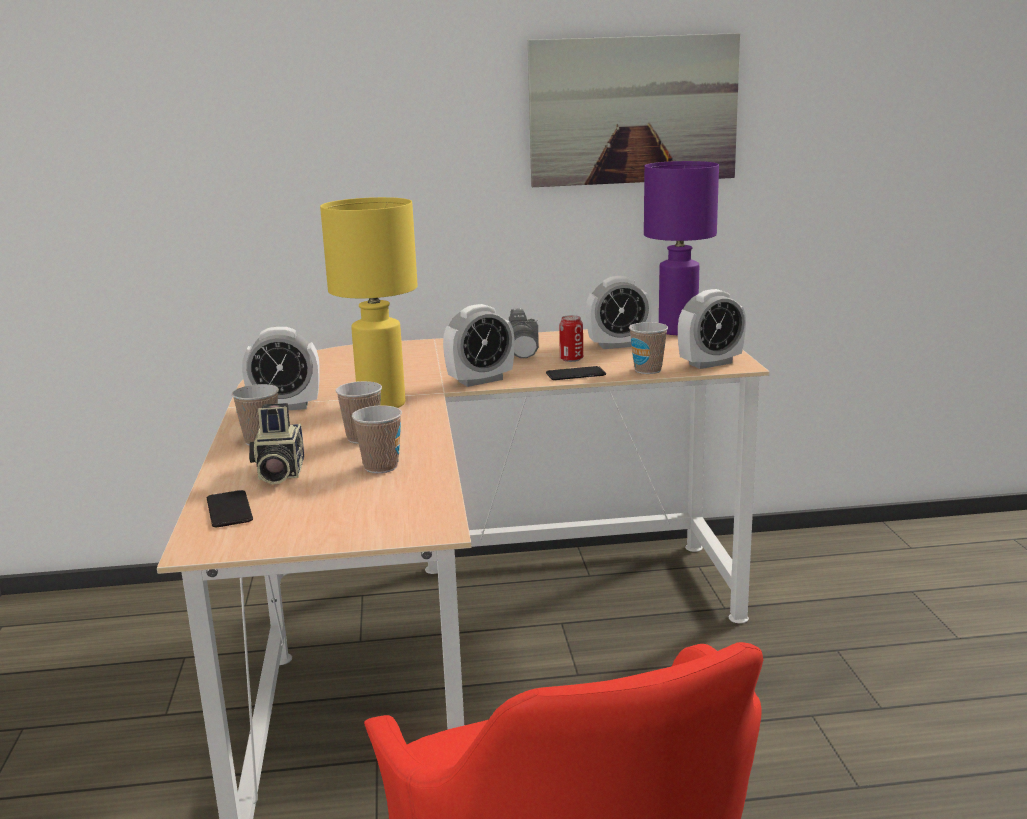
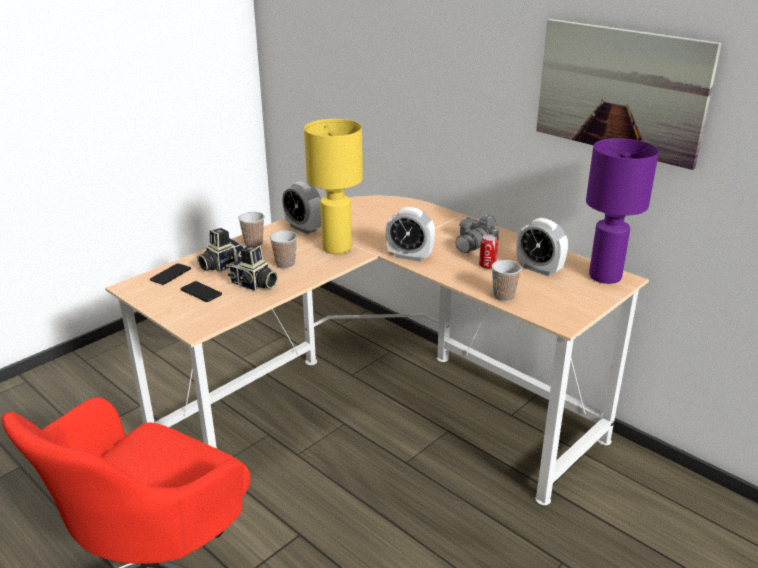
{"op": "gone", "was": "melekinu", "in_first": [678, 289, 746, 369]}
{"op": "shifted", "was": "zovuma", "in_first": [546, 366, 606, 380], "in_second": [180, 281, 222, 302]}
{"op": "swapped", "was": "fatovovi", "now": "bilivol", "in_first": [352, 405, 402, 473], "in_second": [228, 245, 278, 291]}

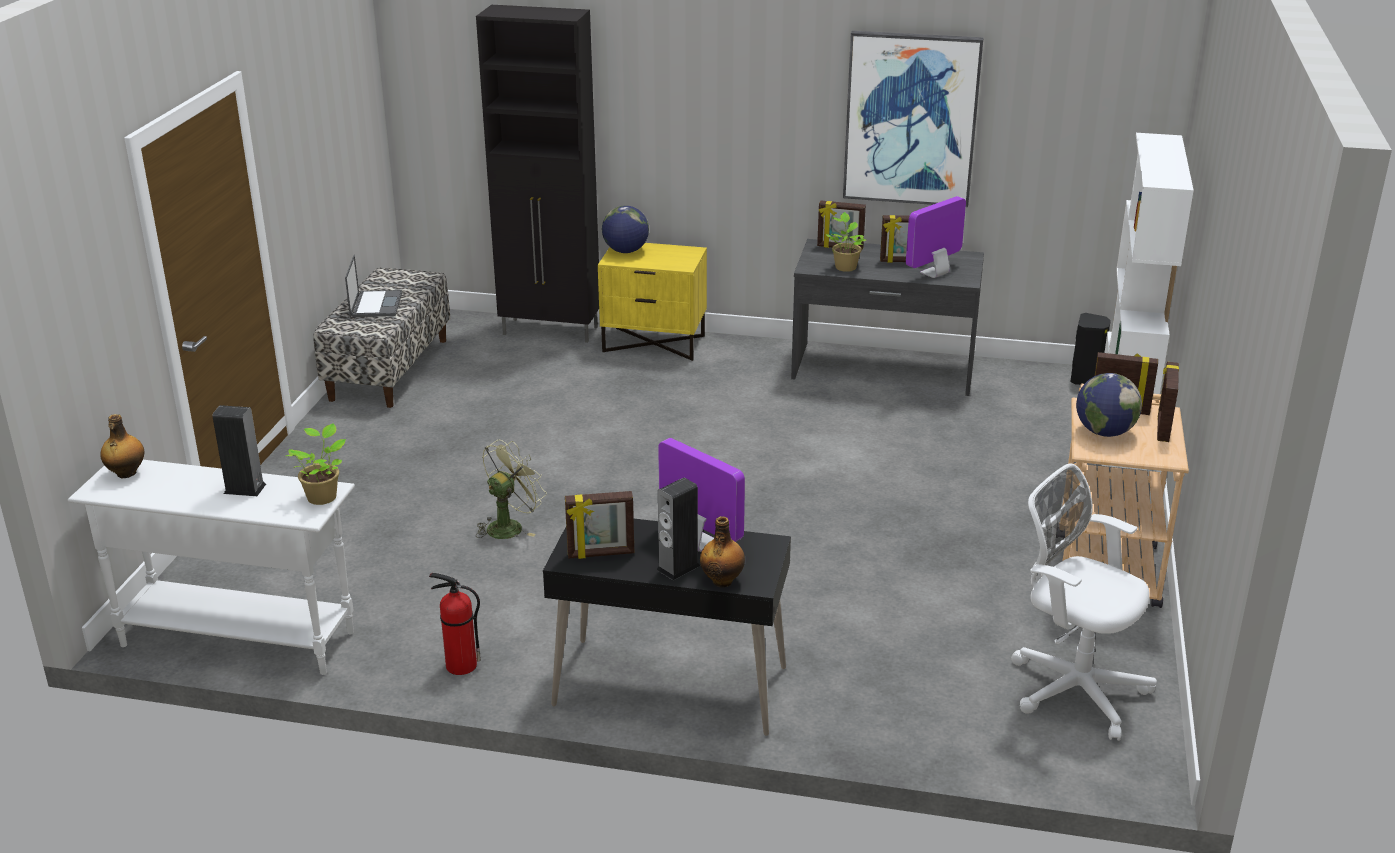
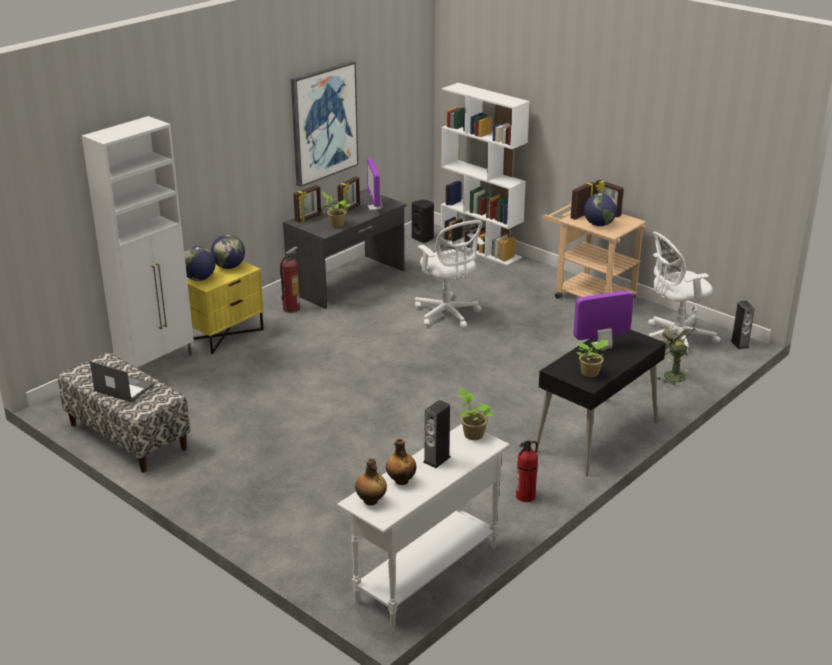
{"op": "repainted", "was": "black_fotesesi", "now": "white_fotesesi", "in_first": [476, 5, 599, 343], "in_second": [82, 116, 194, 368]}
{"op": "shifted", "was": "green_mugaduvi", "in_first": [476, 440, 547, 539], "in_second": [653, 320, 698, 386]}
{"op": "shifted", "was": "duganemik", "in_first": [656, 478, 700, 580], "in_second": [731, 300, 755, 349]}
{"op": "swapped", "was": "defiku", "now": "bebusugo", "in_first": [565, 491, 634, 559], "in_second": [576, 340, 608, 377]}
{"op": "shifted", "was": "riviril", "in_first": [700, 516, 745, 587], "in_second": [386, 438, 416, 485]}
{"op": "new", "now": "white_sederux", "in_second": [415, 220, 484, 328]}
{"op": "new", "now": "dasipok", "in_second": [211, 235, 245, 269]}
{"op": "new", "now": "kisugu", "in_second": [280, 246, 300, 313]}

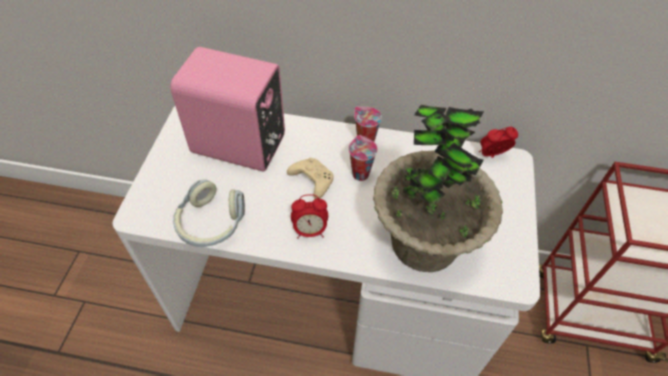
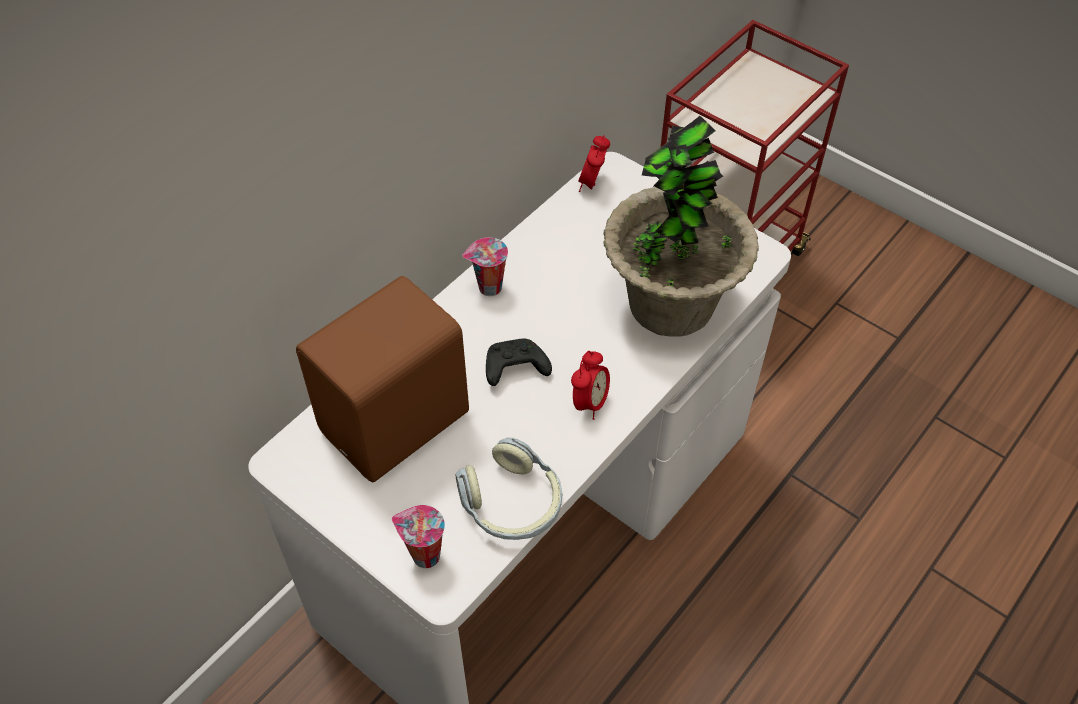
{"op": "repainted", "was": "pink_duganemik", "now": "brown_duganemik", "in_first": [170, 47, 285, 171], "in_second": [296, 276, 469, 482]}
{"op": "shifted", "was": "fatovovi", "in_first": [348, 135, 378, 181], "in_second": [392, 505, 445, 568]}
{"op": "repainted", "was": "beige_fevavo", "now": "black_fevavo", "in_first": [287, 158, 334, 199], "in_second": [486, 338, 552, 386]}

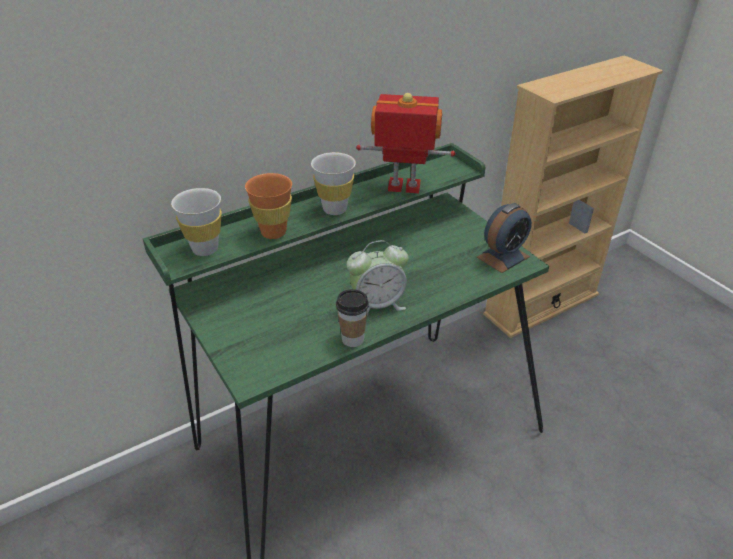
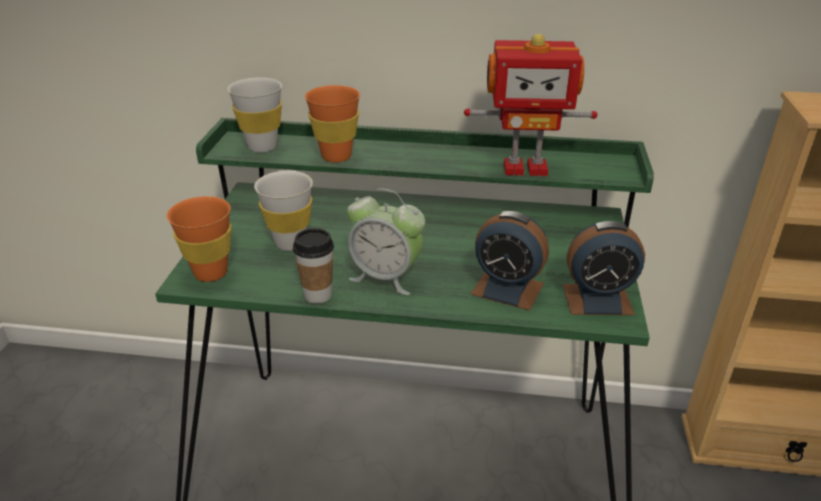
{"op": "rotated", "was": "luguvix", "in_first": [356, 93, 456, 193], "in_second": [464, 34, 598, 176], "clockwise": 135}
{"op": "shifted", "was": "white_fatovovi", "in_first": [311, 152, 356, 215], "in_second": [254, 171, 313, 251]}
{"op": "new", "now": "orange_fatovovi", "in_second": [167, 196, 231, 282]}
{"op": "new", "now": "melekinu", "in_second": [471, 211, 549, 311]}

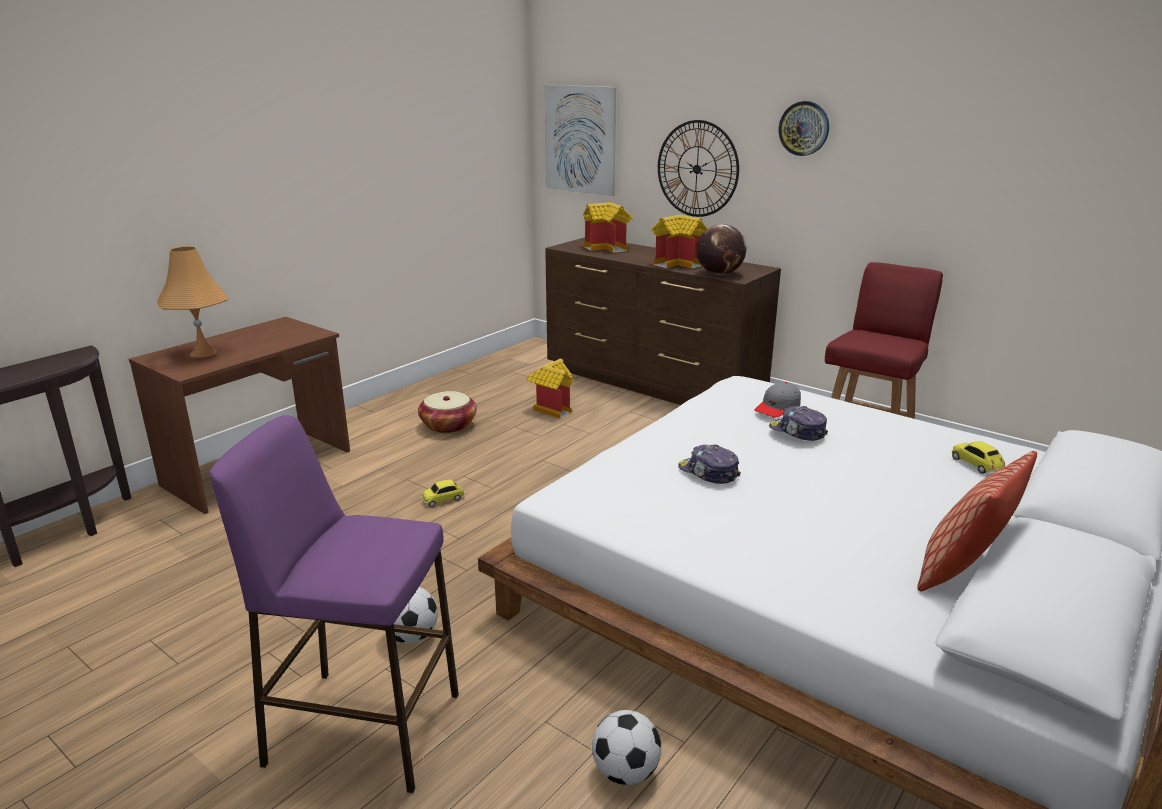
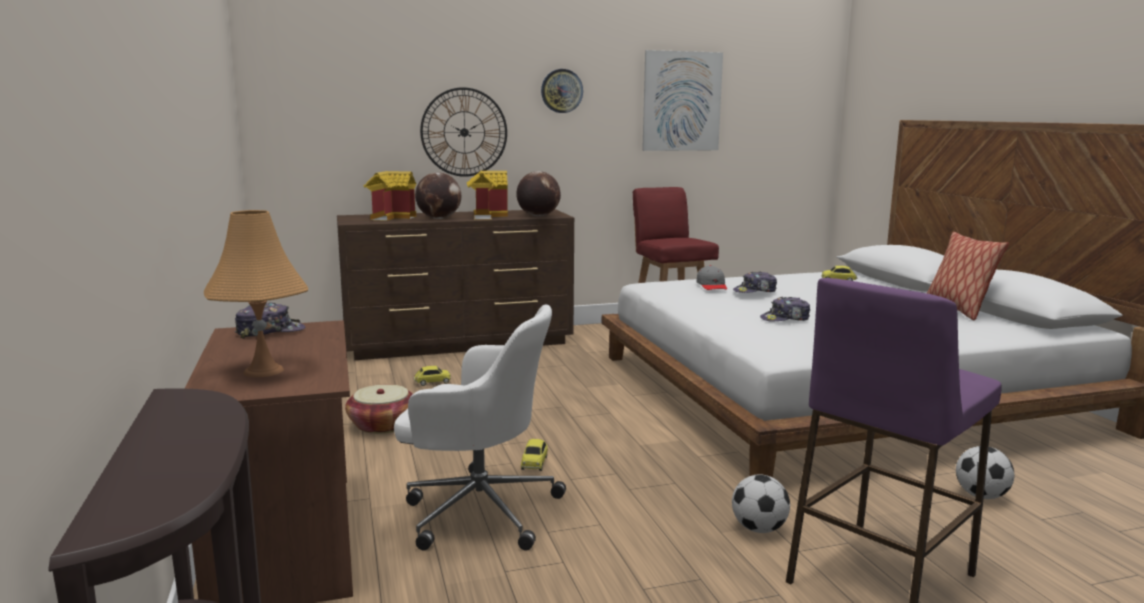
{"op": "shifted", "was": "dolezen", "in_first": [544, 85, 616, 196], "in_second": [642, 50, 723, 151]}
{"op": "swapped", "was": "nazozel", "now": "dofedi", "in_first": [526, 359, 574, 419], "in_second": [414, 366, 451, 386]}
{"op": "new", "now": "dasipok", "in_second": [415, 172, 461, 219]}
{"op": "new", "now": "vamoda", "in_second": [235, 302, 305, 339]}
{"op": "new", "now": "white_sederux", "in_second": [394, 305, 566, 550]}

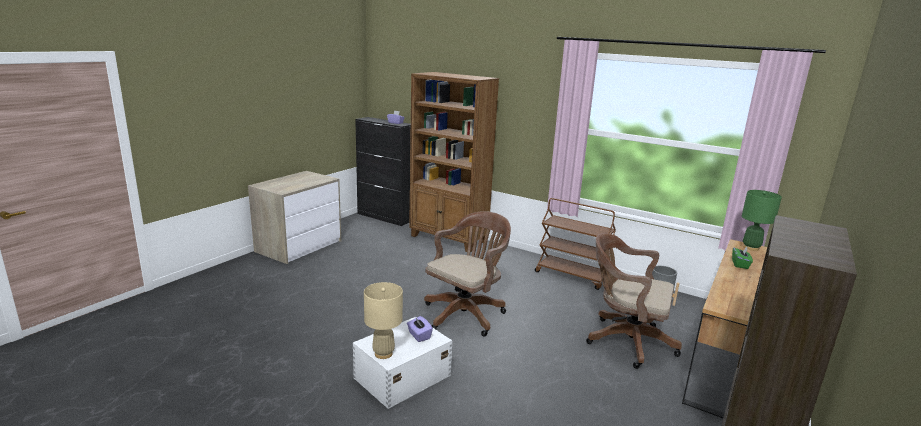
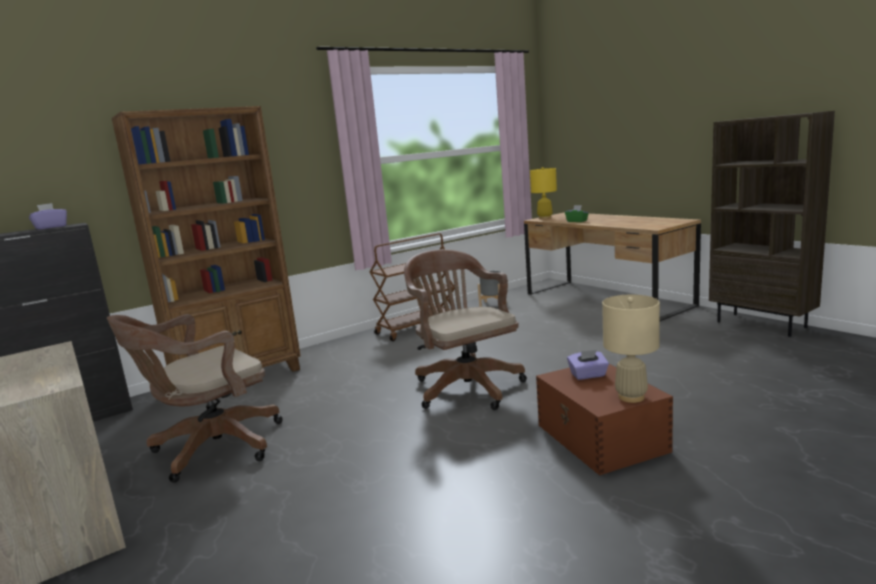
{"op": "repainted", "was": "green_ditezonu", "now": "yellow_ditezonu", "in_first": [742, 190, 782, 251], "in_second": [530, 167, 557, 219]}
{"op": "shifted", "was": "brown_sederux", "in_first": [586, 233, 682, 369], "in_second": [107, 314, 283, 483]}
{"op": "repainted", "was": "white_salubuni", "now": "brown_salubuni", "in_first": [353, 317, 452, 409], "in_second": [536, 364, 673, 475]}

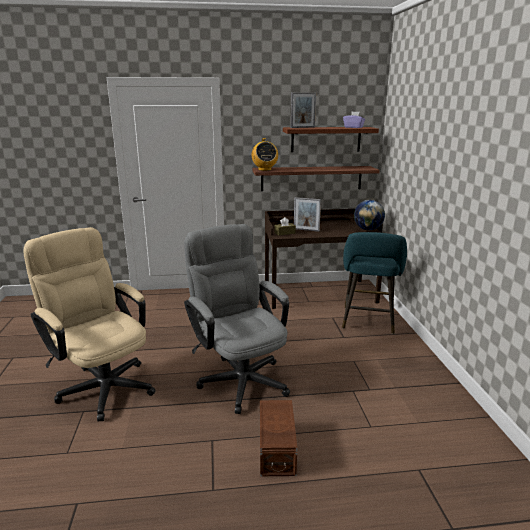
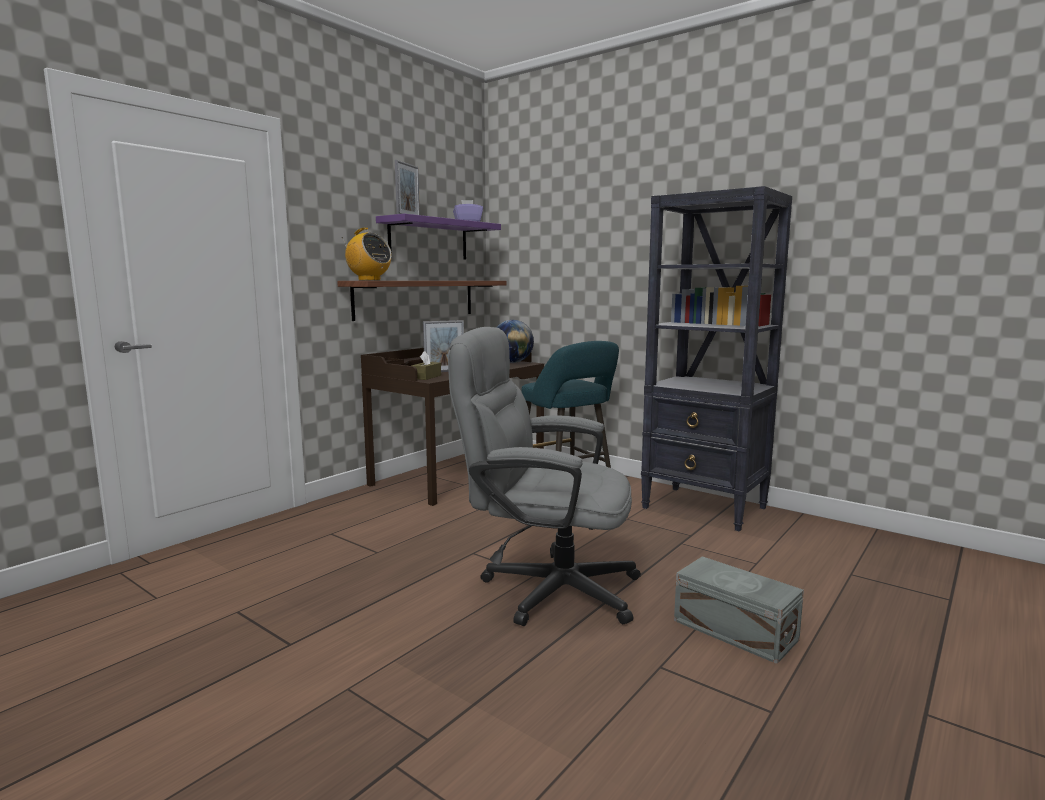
{"op": "repainted", "was": "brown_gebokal", "now": "purple_gebokal", "in_first": [283, 127, 379, 152], "in_second": [376, 214, 501, 259]}
{"op": "gone", "was": "beige_sederux", "in_first": [23, 227, 156, 421]}
{"op": "repainted", "was": "brown_salubuni", "now": "grey_salubuni", "in_first": [260, 400, 297, 476], "in_second": [674, 556, 804, 664]}
{"op": "new", "now": "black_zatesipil", "in_second": [641, 186, 792, 532]}

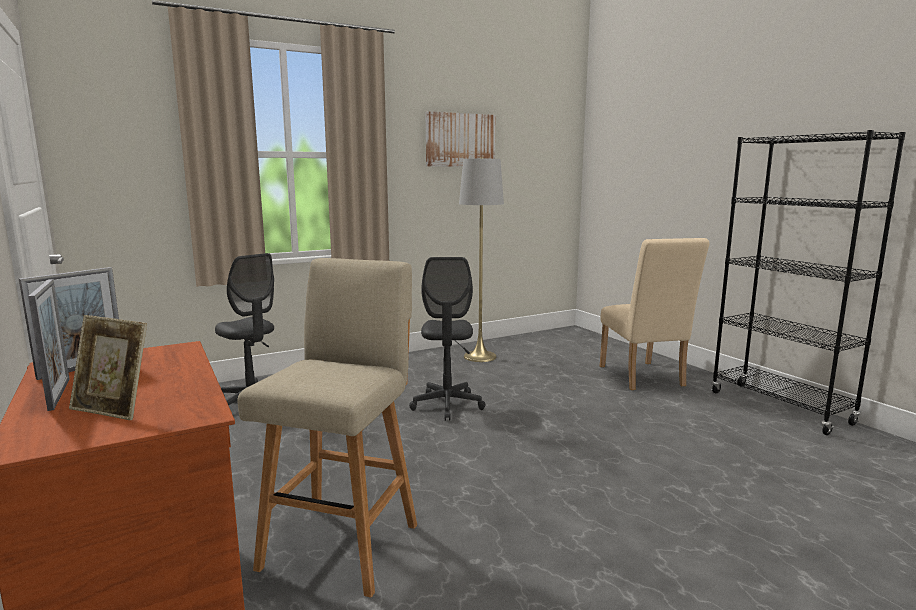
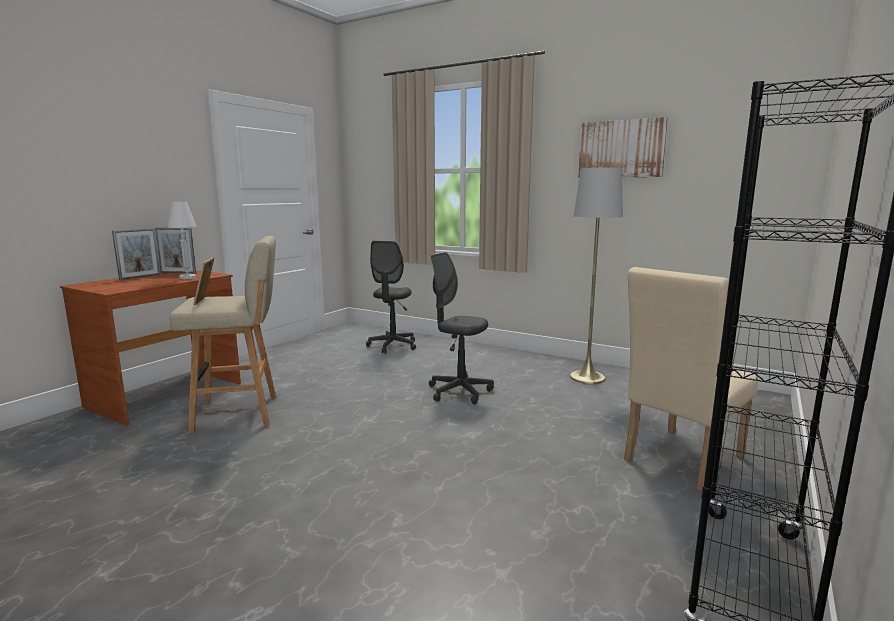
{"op": "rotated", "was": "grey_sederux", "in_first": [409, 257, 486, 421], "in_second": [429, 252, 494, 404], "clockwise": 60}
{"op": "shifted", "was": "defiku", "in_first": [69, 315, 147, 420], "in_second": [193, 257, 214, 305]}
{"op": "new", "now": "white_ditezonu", "in_second": [167, 202, 197, 279]}

